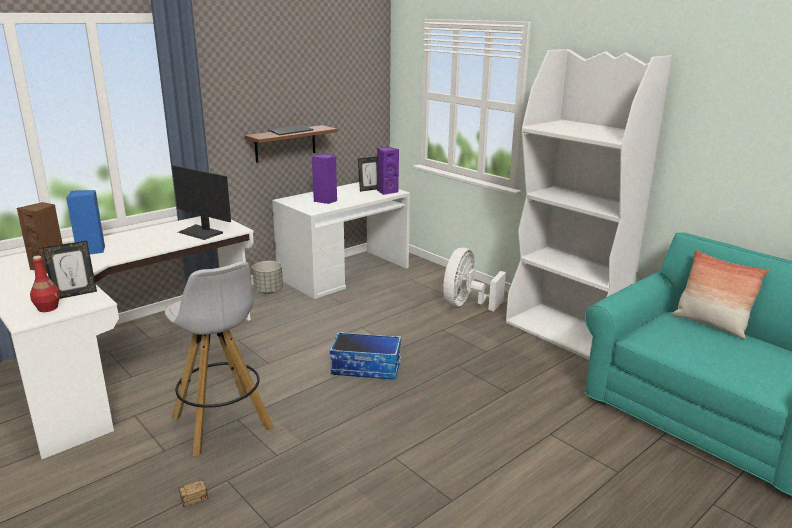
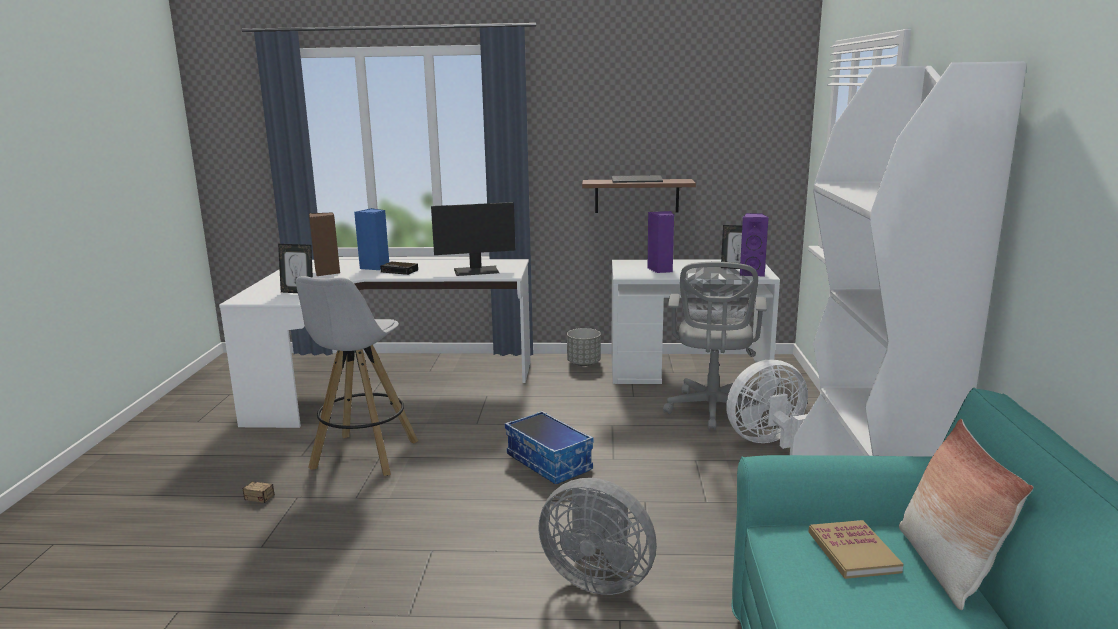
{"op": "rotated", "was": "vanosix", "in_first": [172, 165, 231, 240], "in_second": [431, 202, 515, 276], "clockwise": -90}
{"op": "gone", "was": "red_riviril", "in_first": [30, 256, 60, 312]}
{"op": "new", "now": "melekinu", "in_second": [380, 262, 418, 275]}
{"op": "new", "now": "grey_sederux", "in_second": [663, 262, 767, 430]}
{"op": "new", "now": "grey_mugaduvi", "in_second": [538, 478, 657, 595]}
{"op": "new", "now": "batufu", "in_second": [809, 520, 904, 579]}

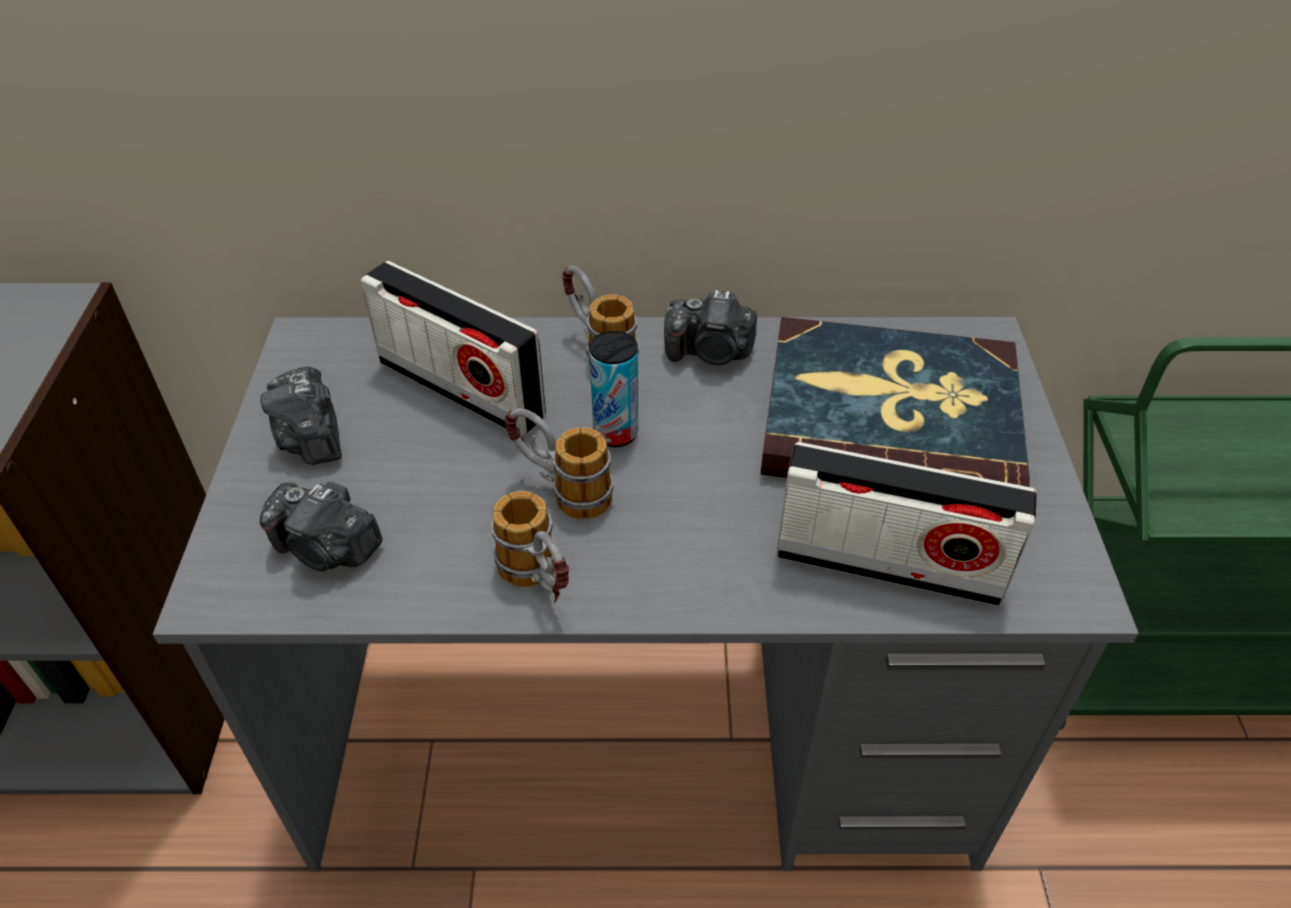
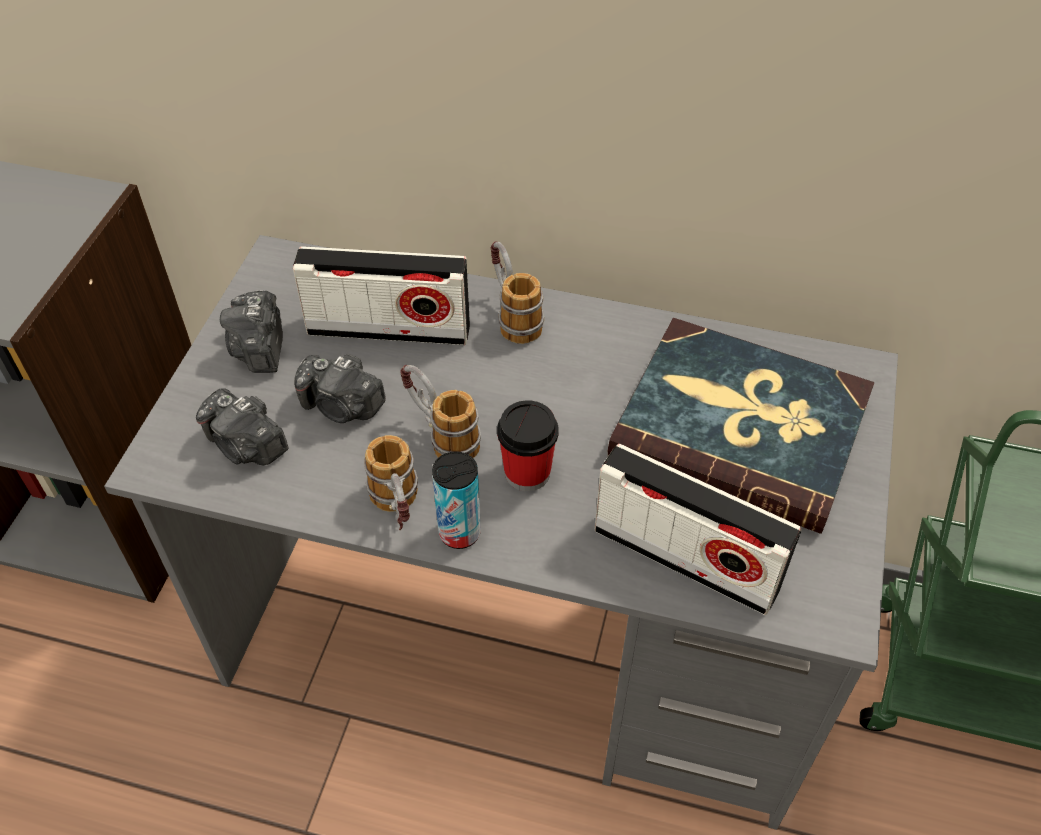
{"op": "rotated", "was": "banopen", "in_first": [361, 261, 546, 437], "in_second": [293, 246, 470, 345], "clockwise": -45}
{"op": "shifted", "was": "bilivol", "in_first": [664, 290, 757, 365], "in_second": [294, 354, 386, 423]}
{"op": "shifted", "was": "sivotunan", "in_first": [589, 331, 638, 447], "in_second": [432, 451, 481, 549]}
{"op": "new", "now": "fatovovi", "in_second": [497, 400, 558, 491]}

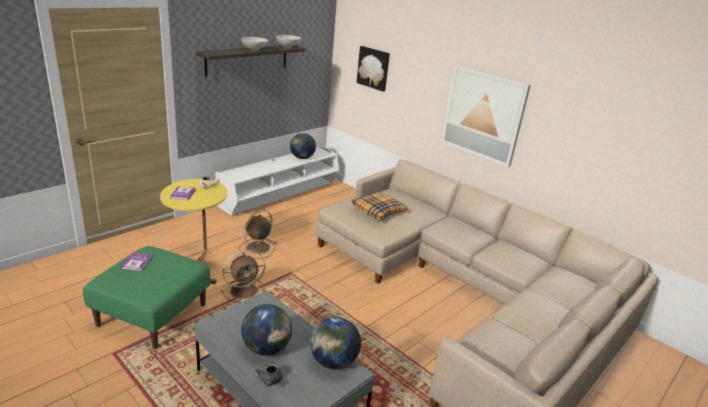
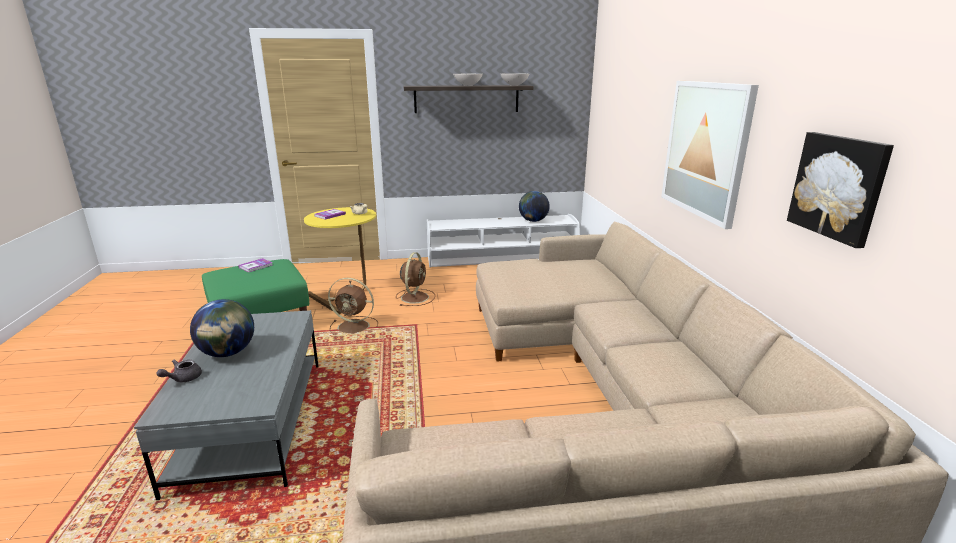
{"op": "shifted", "was": "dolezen", "in_first": [357, 46, 390, 91], "in_second": [787, 132, 894, 248]}
{"op": "gone", "was": "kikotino", "in_first": [352, 191, 407, 220]}
{"op": "rotated", "was": "brown_mugaduvi", "in_first": [239, 210, 277, 259], "in_second": [396, 252, 435, 306], "clockwise": 120}
{"op": "gone", "was": "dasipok", "in_first": [310, 317, 361, 370]}

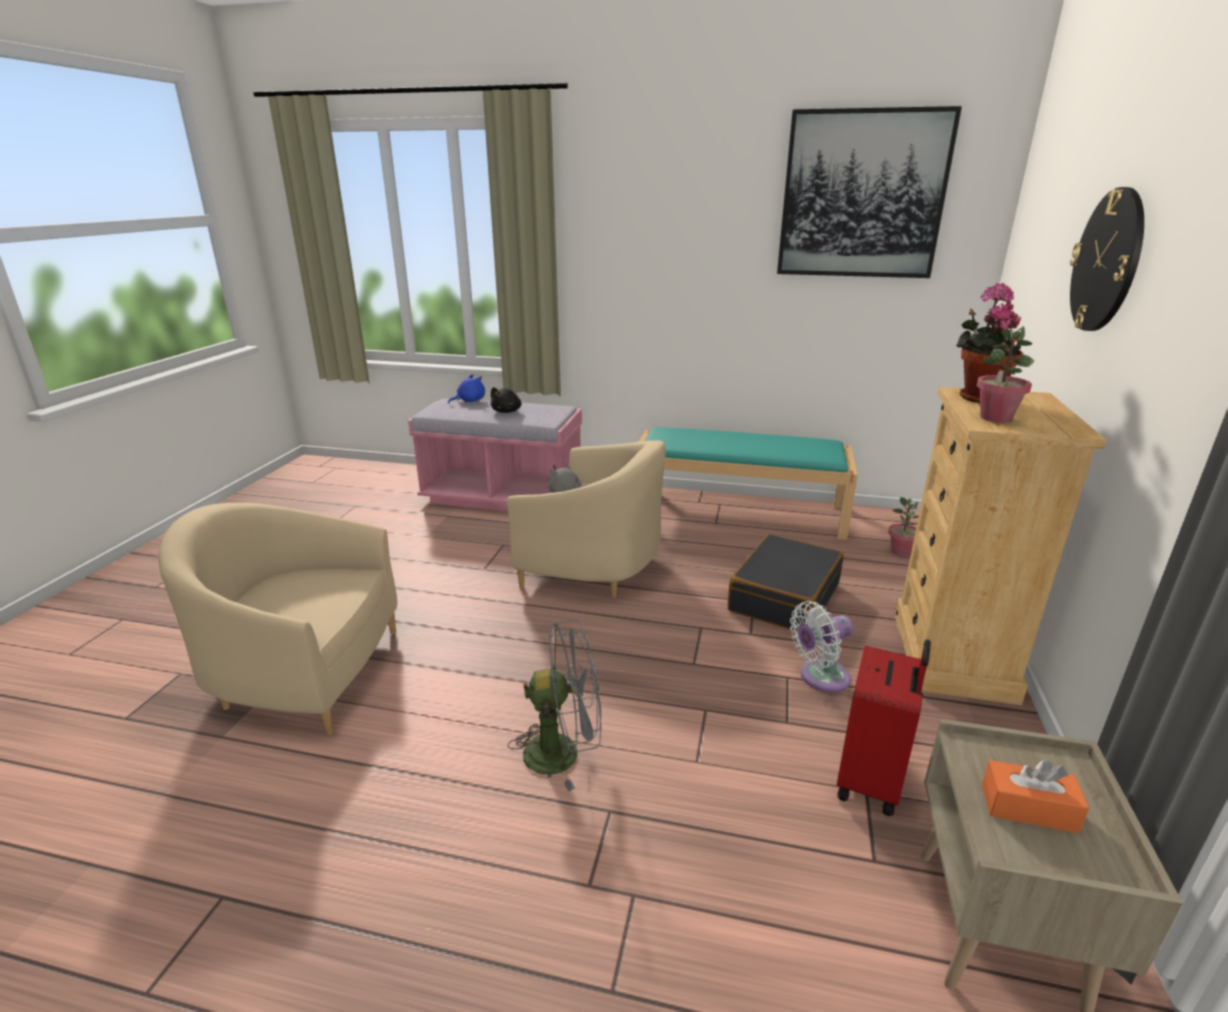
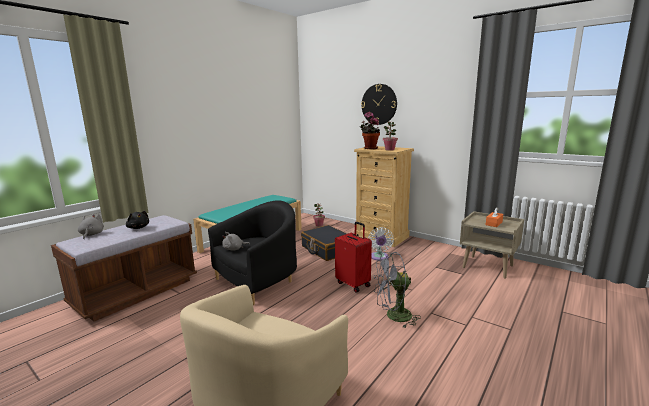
{"op": "gone", "was": "dolezen", "in_first": [777, 106, 962, 278]}
{"op": "repainted", "was": "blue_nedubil", "now": "grey_nedubil", "in_first": [448, 374, 485, 403], "in_second": [78, 214, 104, 239]}
{"op": "repainted", "was": "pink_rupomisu", "now": "brown_rupomisu", "in_first": [408, 398, 582, 512], "in_second": [51, 215, 197, 322]}
{"op": "repainted", "was": "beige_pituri", "now": "black_pituri", "in_first": [507, 440, 666, 598], "in_second": [208, 200, 297, 305]}
{"op": "rotated", "was": "grey_mugaduvi", "in_first": [508, 620, 601, 791], "in_second": [374, 252, 421, 329], "clockwise": -120}
{"op": "shifted", "was": "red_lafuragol", "in_first": [837, 639, 931, 816], "in_second": [335, 222, 372, 293]}

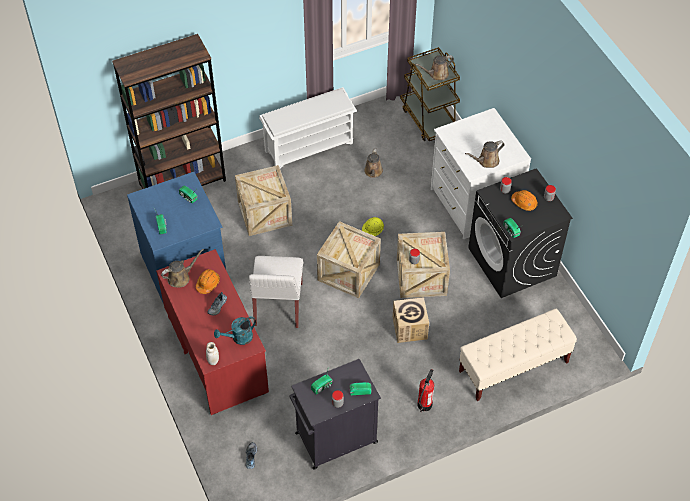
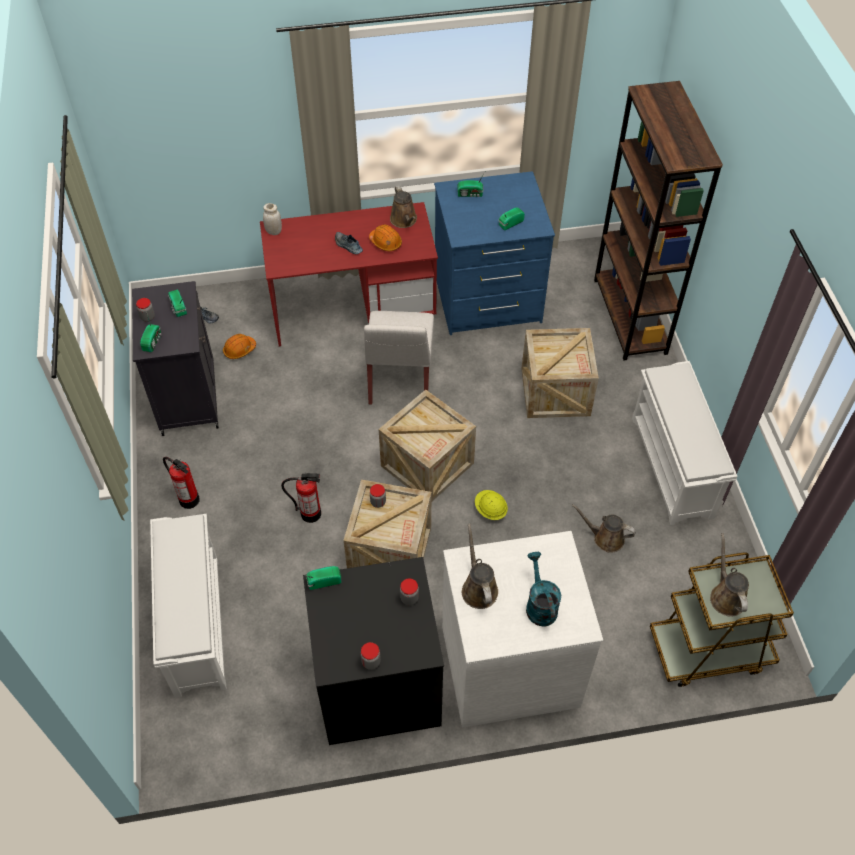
{"op": "shifted", "was": "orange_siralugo", "in_first": [511, 190, 538, 211], "in_second": [223, 334, 256, 359]}
{"op": "rotated", "was": "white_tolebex", "in_first": [249, 256, 303, 328], "in_second": [364, 311, 434, 405], "clockwise": -105}
{"op": "swapped", "was": "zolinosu", "now": "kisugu", "in_first": [393, 297, 429, 343], "in_second": [281, 473, 321, 523]}
{"op": "swapped", "was": "beige_rupomisu", "now": "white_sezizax", "in_first": [459, 309, 577, 401], "in_second": [150, 514, 227, 698]}
{"op": "shifted", "was": "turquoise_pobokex", "in_first": [214, 317, 256, 345], "in_second": [526, 552, 561, 627]}

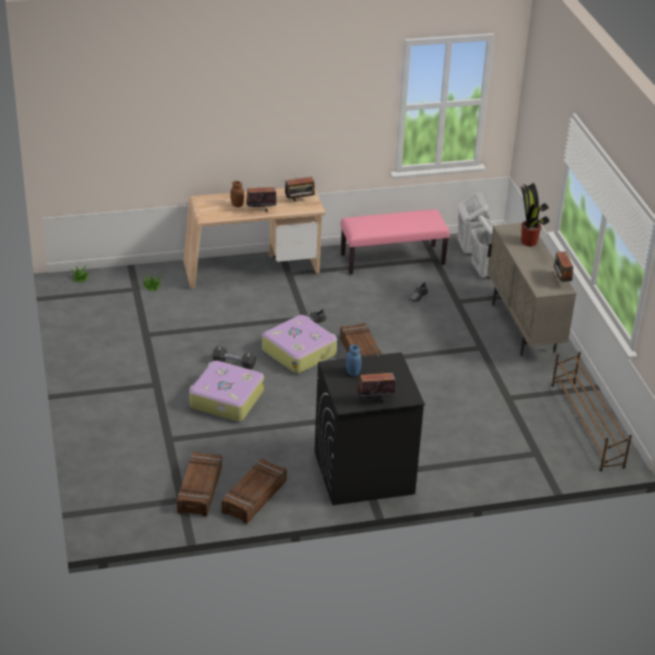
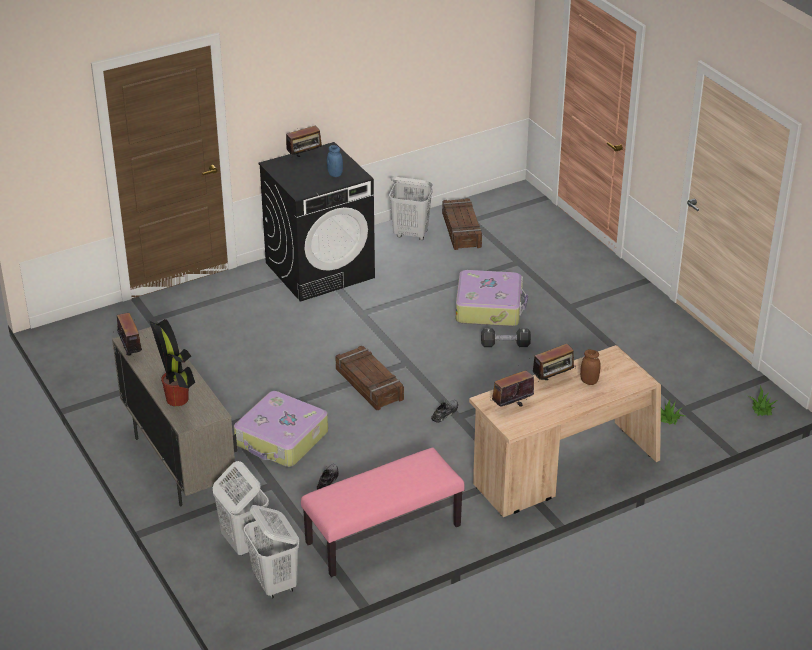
{"op": "shifted", "was": "lafuragol", "in_first": [262, 315, 337, 374], "in_second": [234, 391, 328, 467]}
{"op": "gone", "was": "brown_sezizax", "in_first": [551, 352, 632, 471]}
{"op": "swapped", "was": "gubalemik", "now": "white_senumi", "in_first": [221, 458, 287, 524], "in_second": [389, 177, 433, 240]}

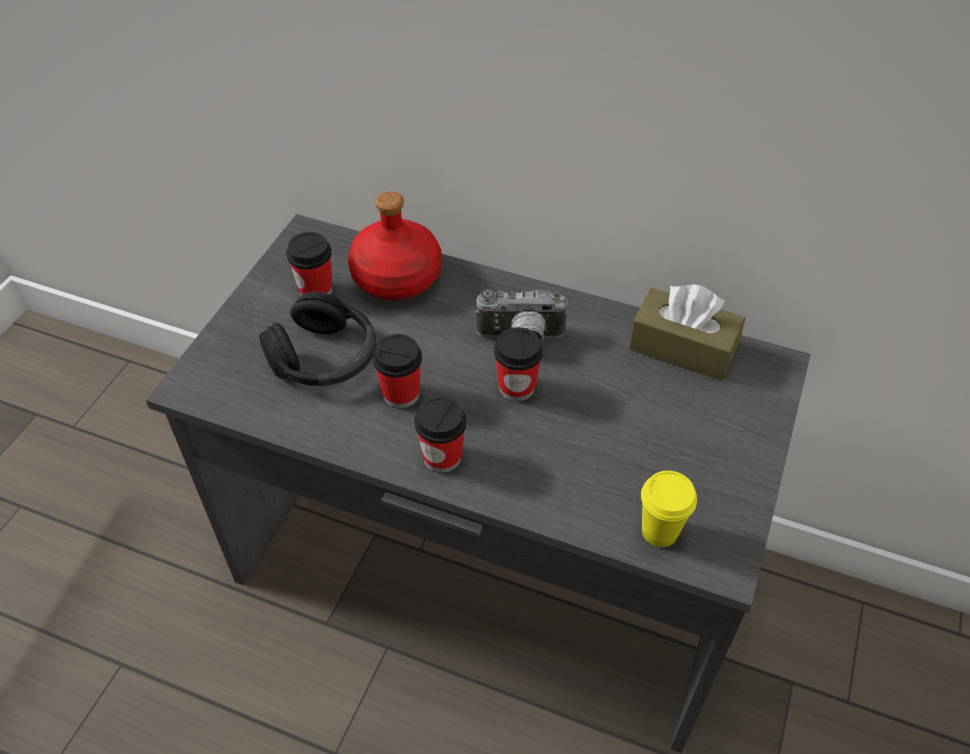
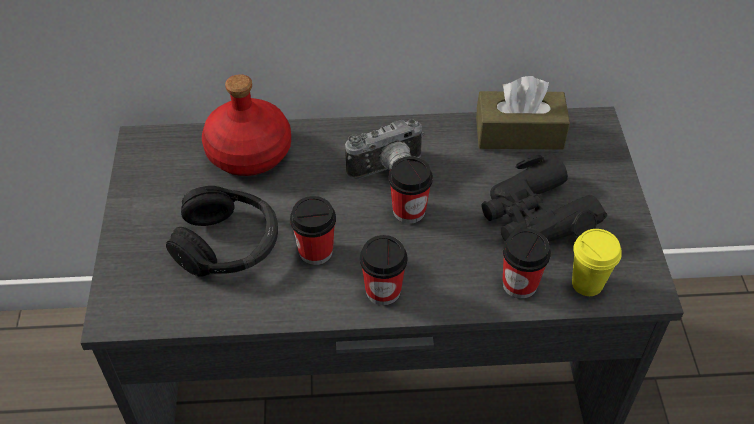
{"op": "shifted", "was": "fatovovi", "in_first": [286, 232, 332, 295], "in_second": [503, 229, 551, 299]}
{"op": "new", "now": "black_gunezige", "in_second": [481, 153, 607, 242]}

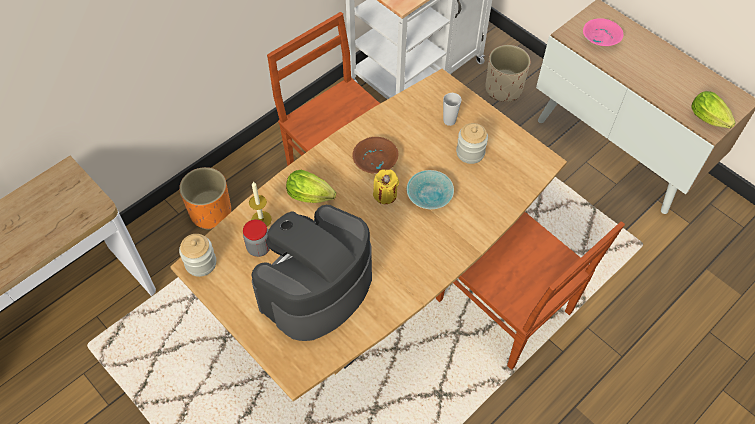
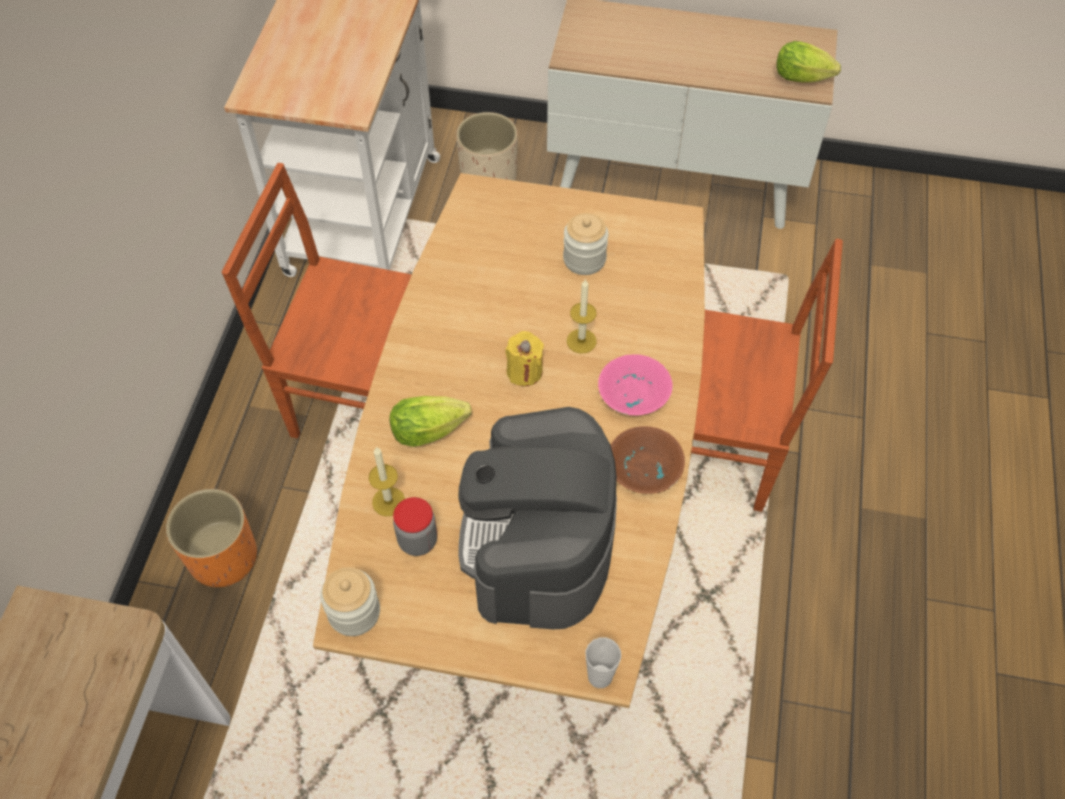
{"op": "shifted", "was": "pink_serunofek", "in_first": [583, 18, 623, 46], "in_second": [598, 355, 673, 415]}
{"op": "shifted", "was": "fatovovi", "in_first": [443, 93, 462, 126], "in_second": [585, 637, 621, 688]}
{"op": "shifted", "was": "brown_serunofek", "in_first": [352, 137, 398, 174], "in_second": [611, 426, 685, 494]}
{"op": "swapped", "was": "turquoise_serunofek", "now": "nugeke", "in_first": [406, 170, 454, 209], "in_second": [567, 279, 597, 353]}

